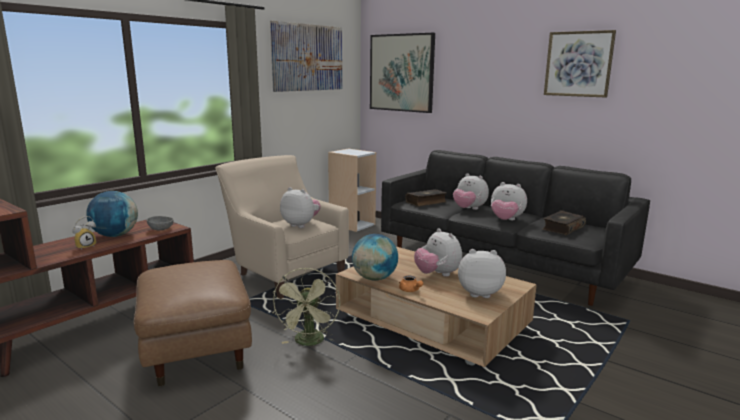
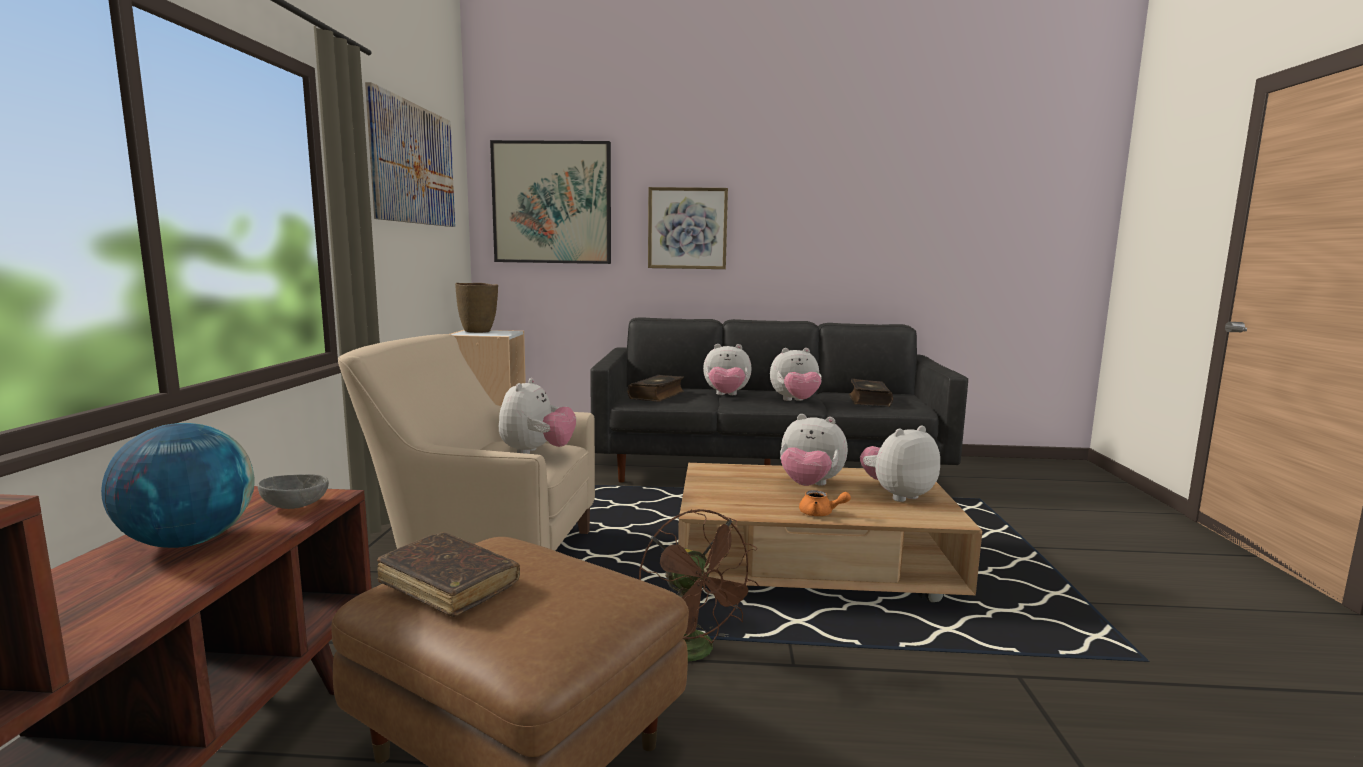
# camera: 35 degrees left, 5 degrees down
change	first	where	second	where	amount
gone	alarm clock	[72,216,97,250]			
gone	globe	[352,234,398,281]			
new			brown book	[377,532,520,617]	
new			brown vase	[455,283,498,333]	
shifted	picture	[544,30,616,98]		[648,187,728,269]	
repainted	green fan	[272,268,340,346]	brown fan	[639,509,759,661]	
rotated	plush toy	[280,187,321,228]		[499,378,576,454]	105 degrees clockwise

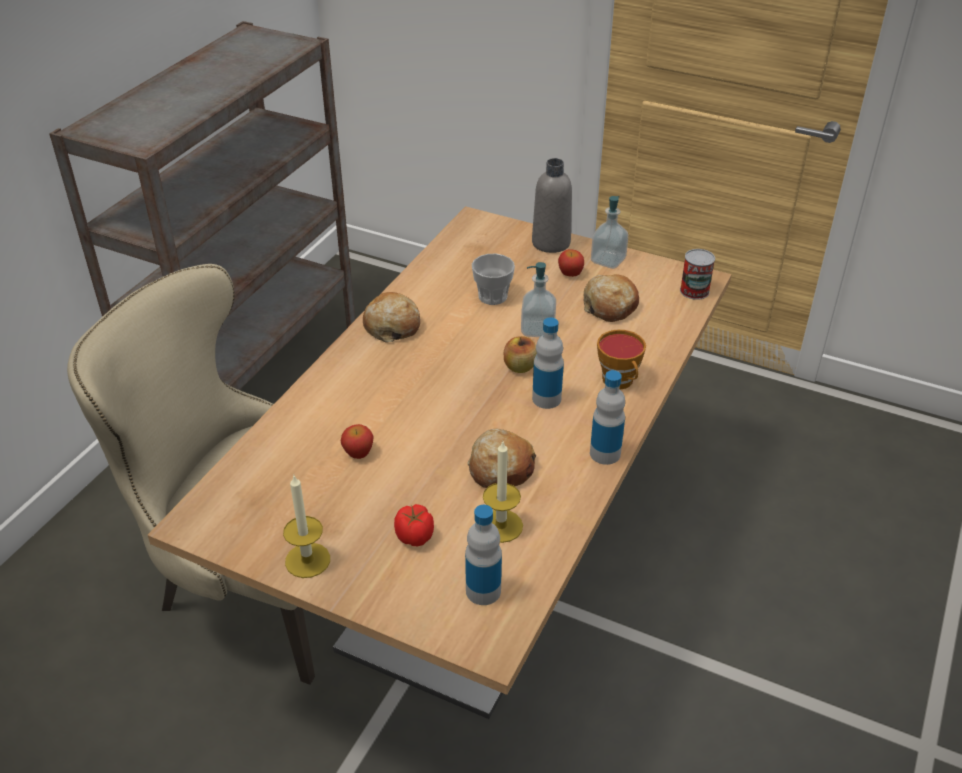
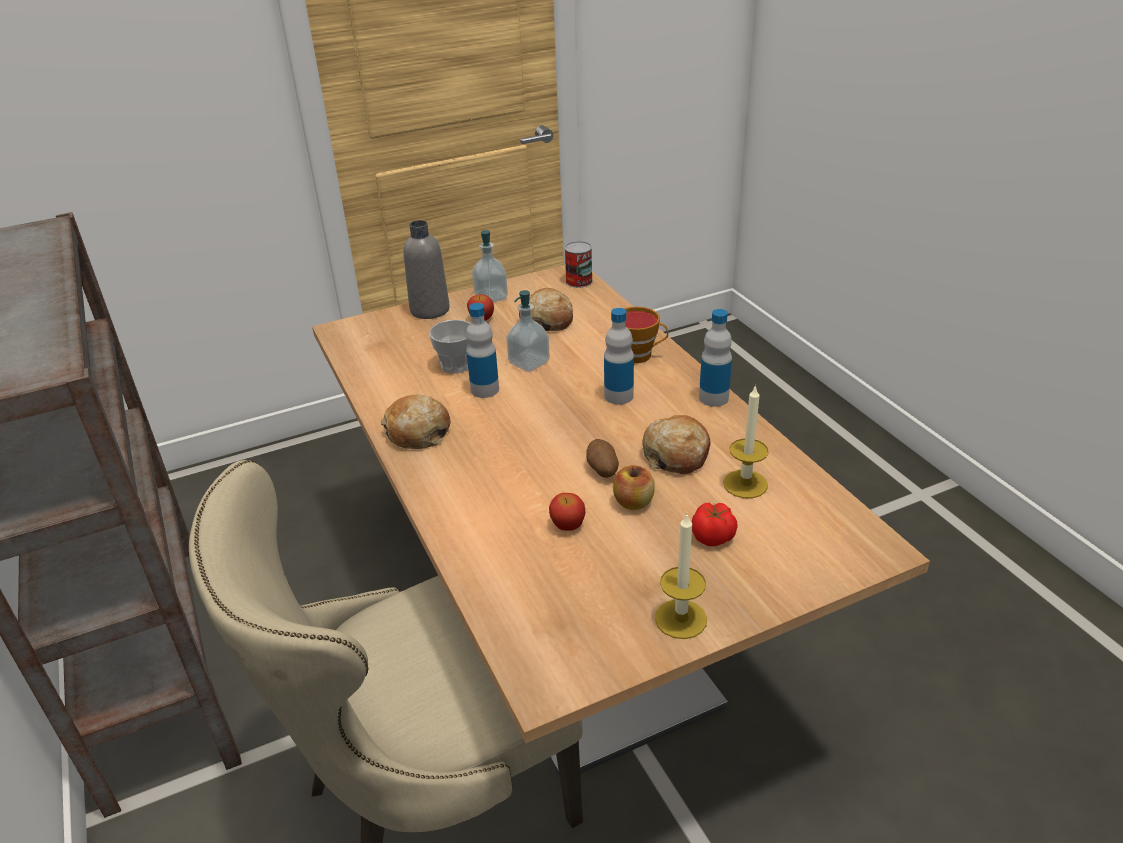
# camera: 50 degrees left, 5 degrees down
change	first	where	second	where	amount
new			potato	[586,439,619,478]	
shifted	bottle	[465,505,502,605]		[466,303,499,398]	
shifted	apple	[504,336,537,373]		[613,465,655,510]	

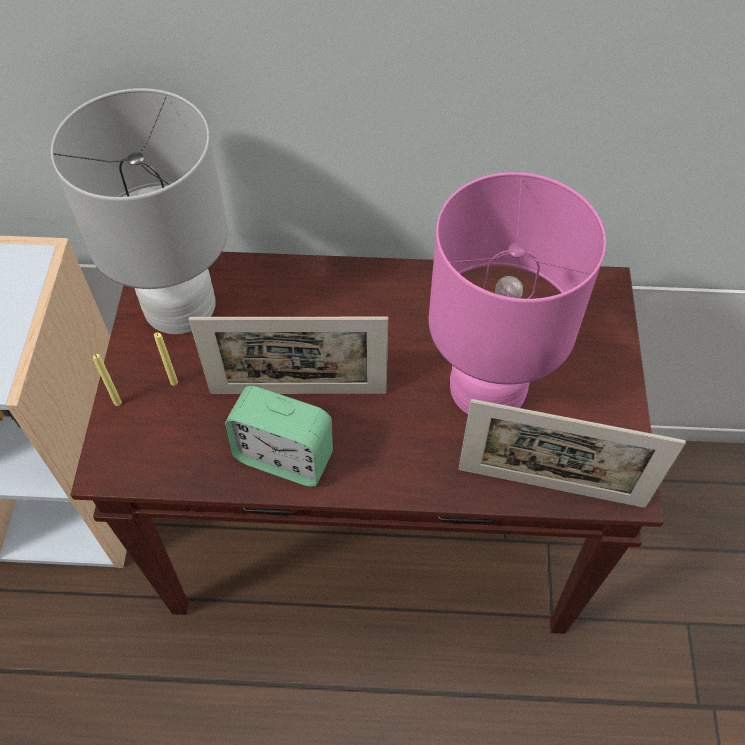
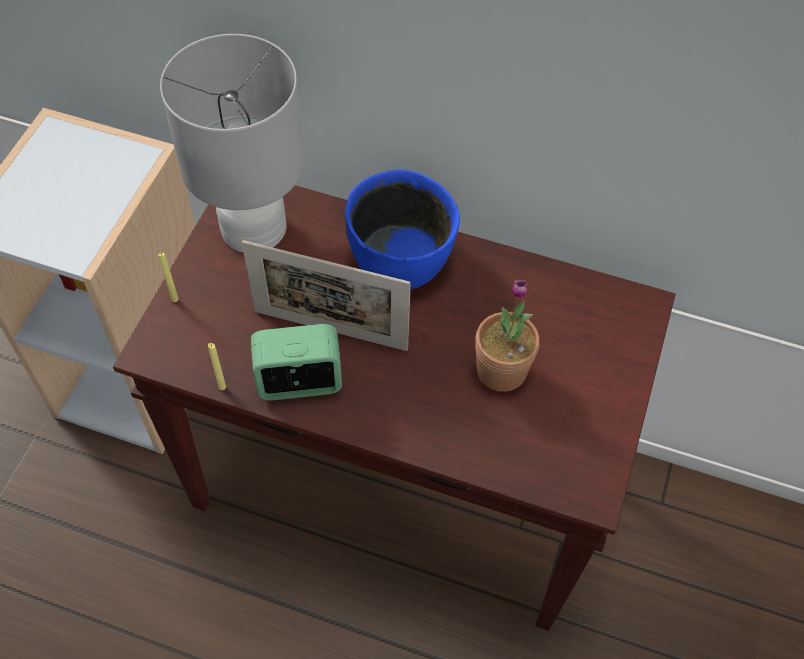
# camera: 15 degrees right, 0 degrees up
change	first	where	second	where	amount
gone	picture frame	[458,399,686,508]			
new			blue bowl	[345,169,460,289]	
shifted	yellow candle	[154,333,178,386]		[208,343,226,390]	
swapped	pink table lamp	[428,172,606,414]	potted plant	[475,280,540,392]	
rotated	alarm clock	[225,386,333,487]		[251,324,342,401]	135 degrees clockwise

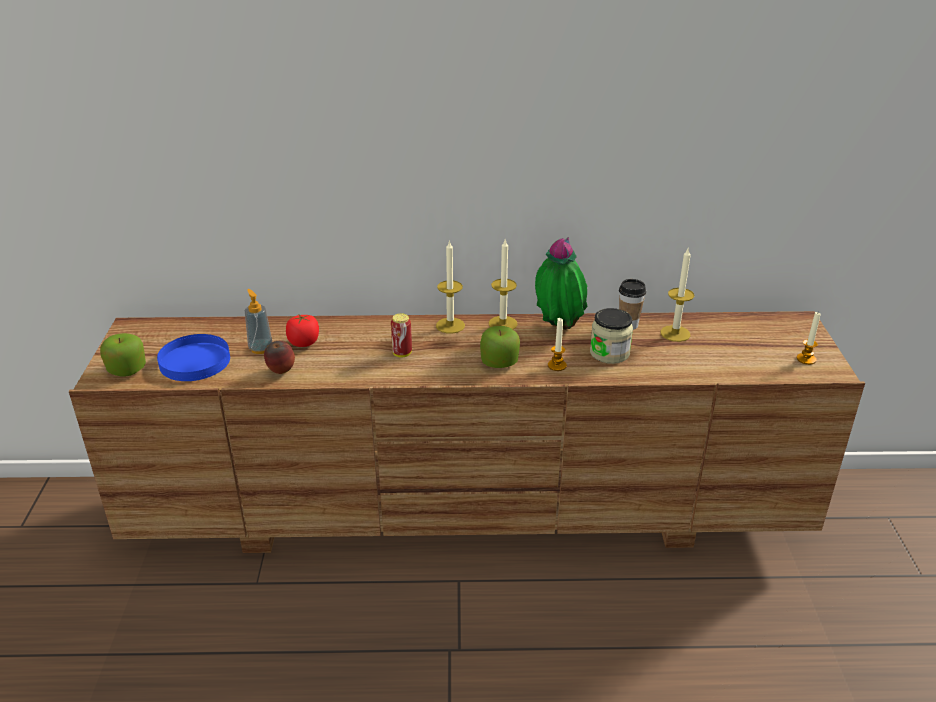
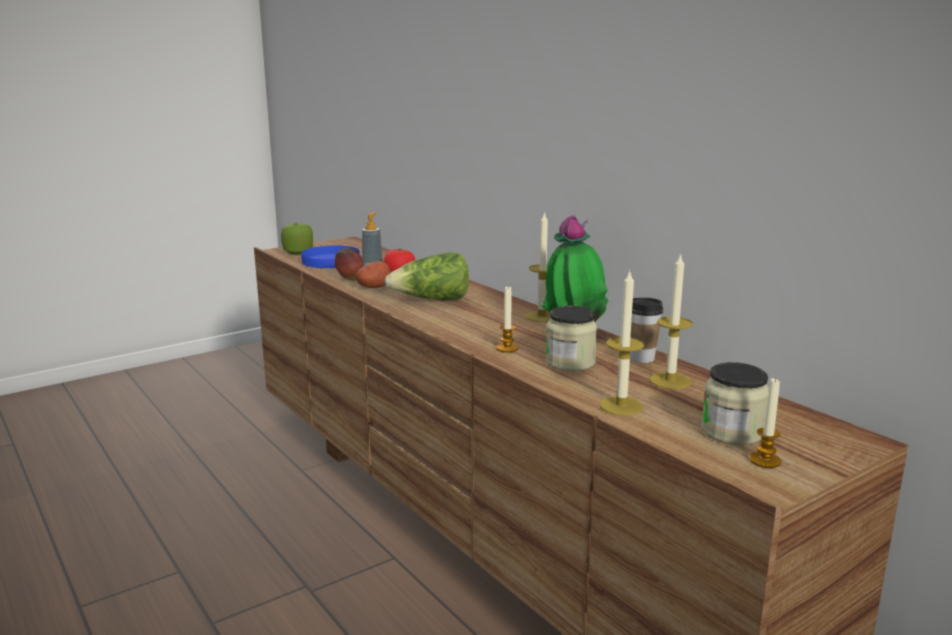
# camera: 55 degrees right, 15 degrees down
change	first	where	second	where	amount
gone	apple	[480,326,520,368]			
new			potato	[356,261,391,288]	
new			jar	[701,362,769,445]	
shifted	candle	[436,240,465,334]		[600,270,644,415]	
swapped	can	[391,313,412,358]	lettuce	[385,252,469,300]	

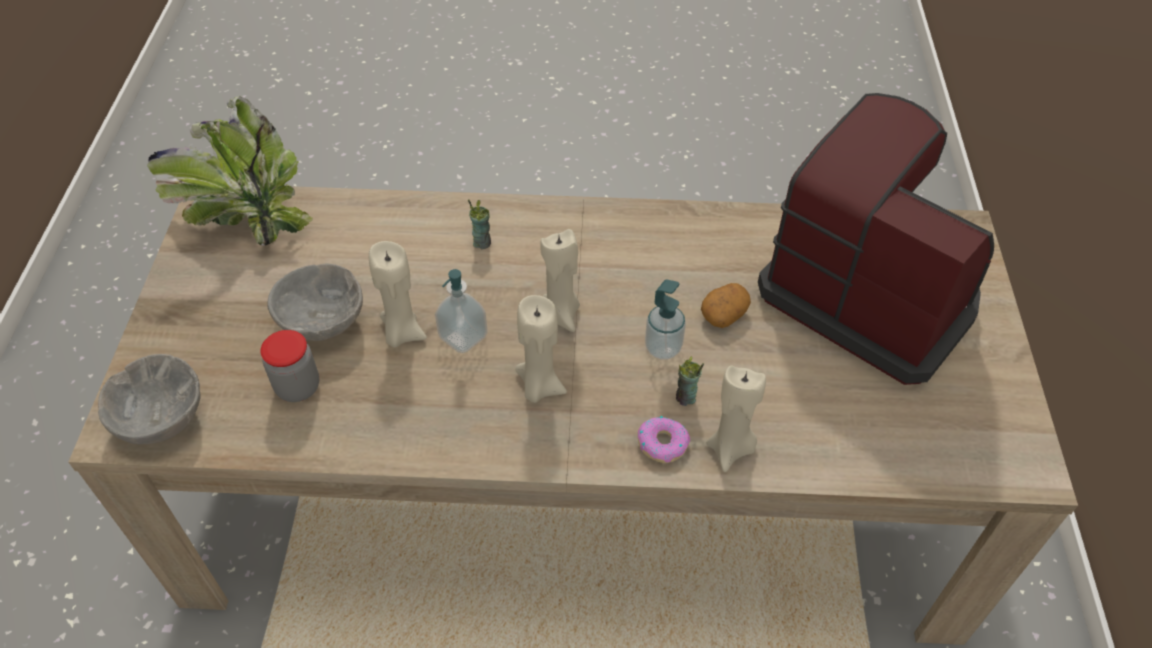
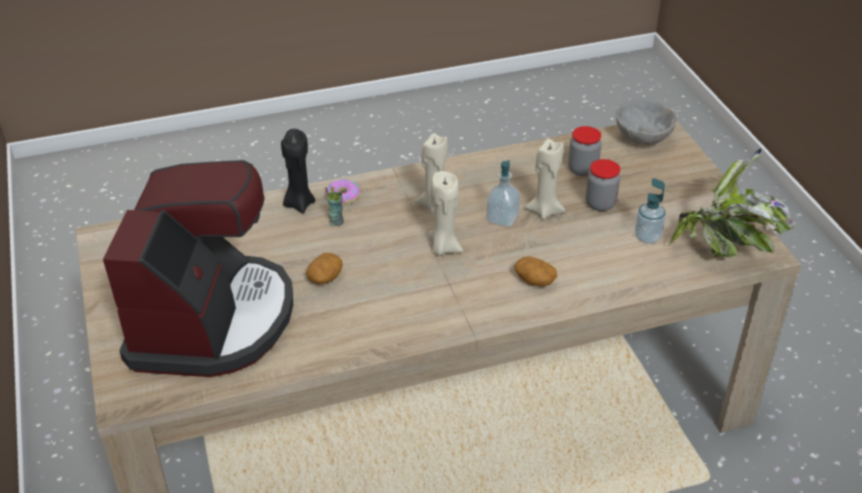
# camera: 160 degrees right, 10 degrees down
change	first	where	second	where	amount
shifted	soap dispenser	[645,280,686,360]		[635,178,666,244]	
swapped	grey bowl	[267,264,363,341]	jar	[586,159,620,211]	
swapped	cup	[468,199,491,249]	potato	[514,256,557,287]	
repainted	beige candle	[707,365,766,472]	black candle	[281,129,315,213]	
rotated	coffee machine	[758,93,994,385]		[103,160,293,377]	105 degrees counterclockwise

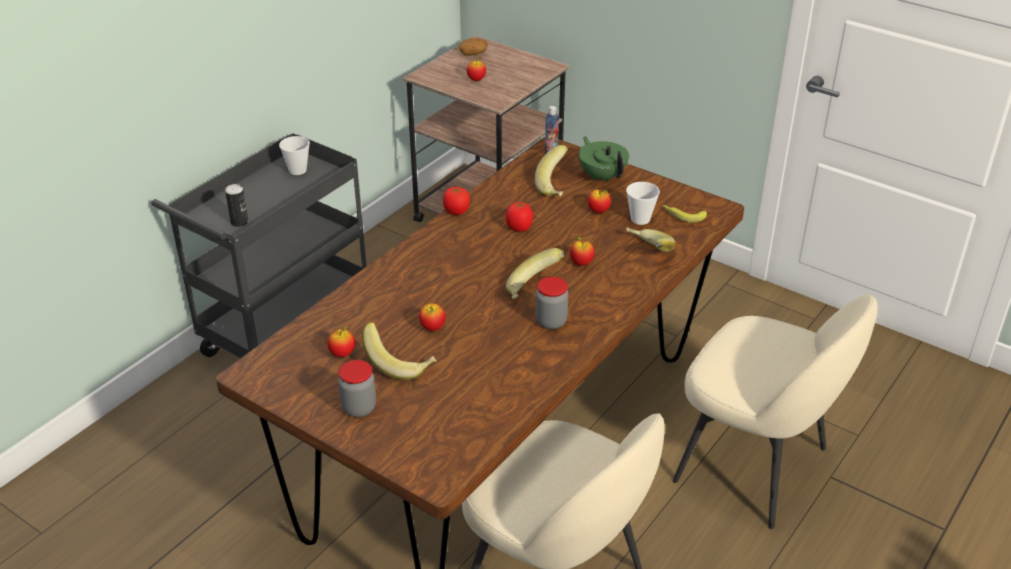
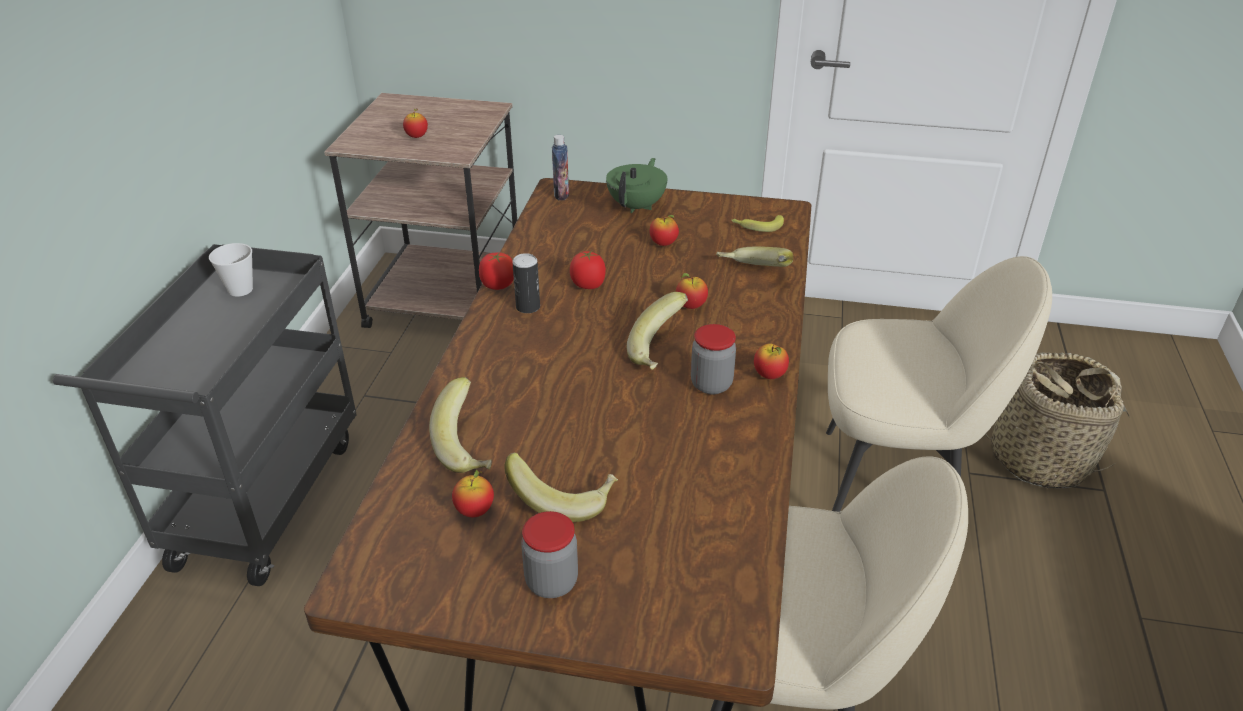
# camera: 25 degrees left, 0 degrees up
change	first	where	second	where	amount
gone	potato	[459,38,488,56]			
gone	cup	[626,182,660,225]			
new			basket	[985,352,1130,489]	
shifted	can	[225,184,248,227]		[512,253,540,313]	
shifted	apple	[419,303,446,331]		[754,343,789,379]	
shifted	banana	[535,145,568,196]		[429,377,492,473]	
rotated	green teapot	[579,136,629,182]		[606,158,667,213]	75 degrees clockwise

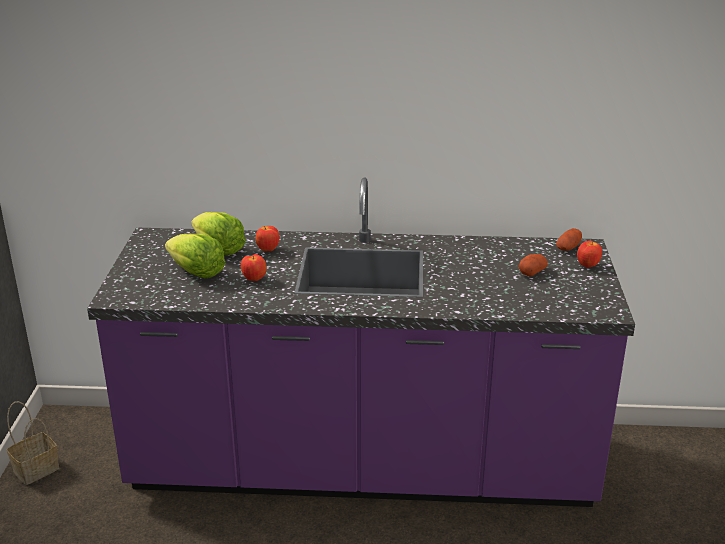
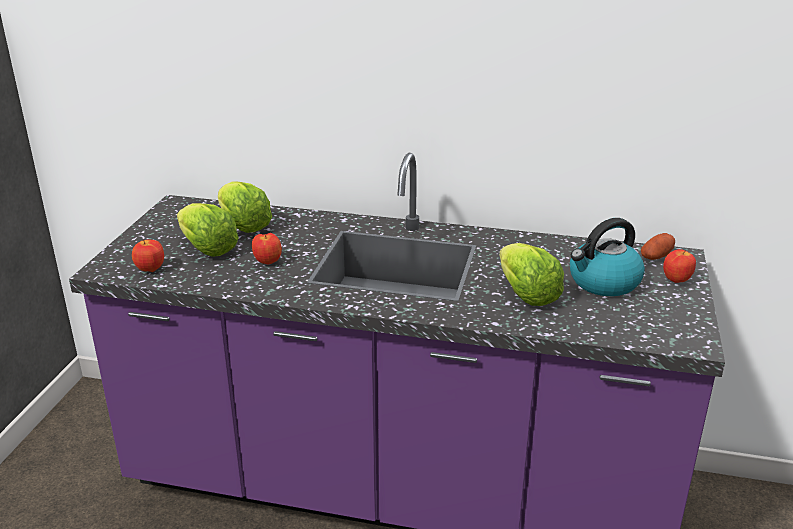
# camera: 10 degrees right, 0 degrees up
change	first	where	second	where	amount
gone	basket	[7,401,59,485]			
new			lettuce	[500,243,564,306]	
shifted	apple	[255,226,280,251]		[132,239,164,272]	
swapped	potato	[519,254,548,277]	kettle	[570,218,645,296]	

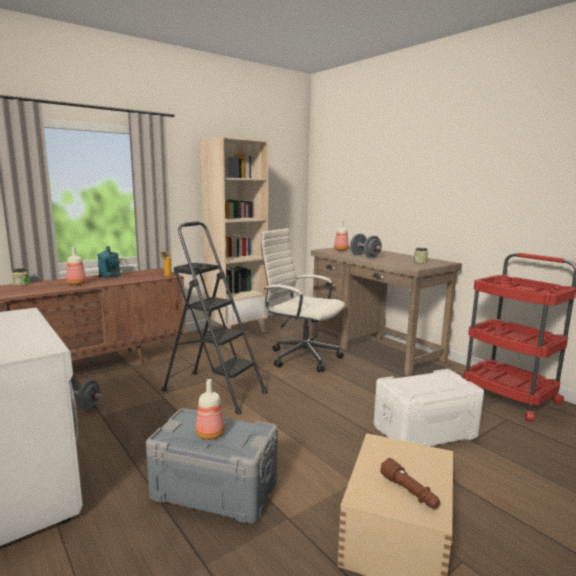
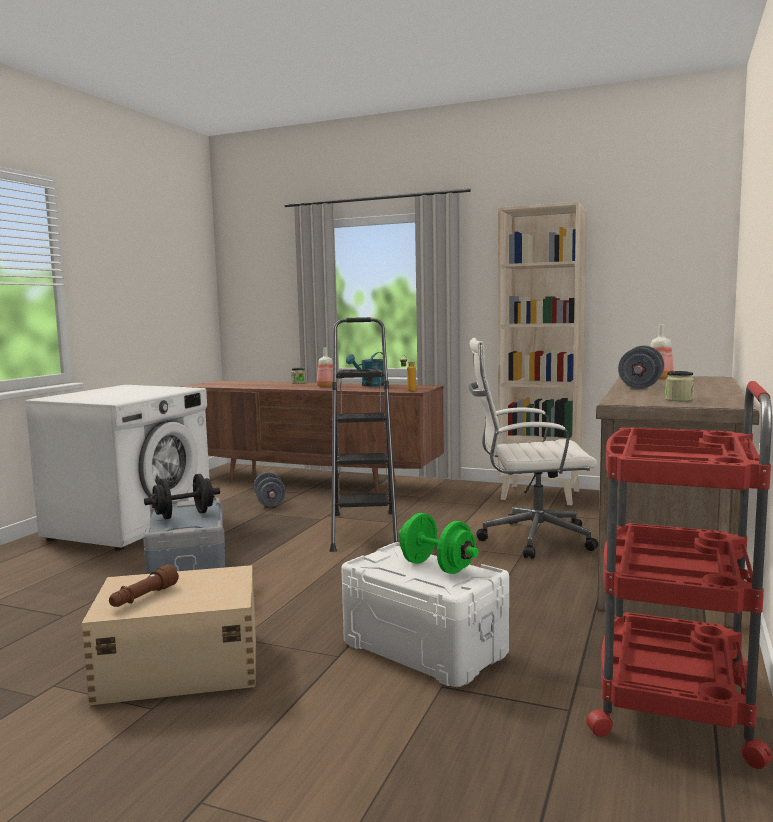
# camera: 60 degrees right, 5 degrees down
change	first	where	second	where	amount
new			green dumbbell	[398,513,479,574]	
swapped	bottle	[196,379,225,440]	black dumbbell	[144,474,220,519]	
rotated	white office chair	[260,228,345,372]		[469,338,599,559]	90 degrees counterclockwise

